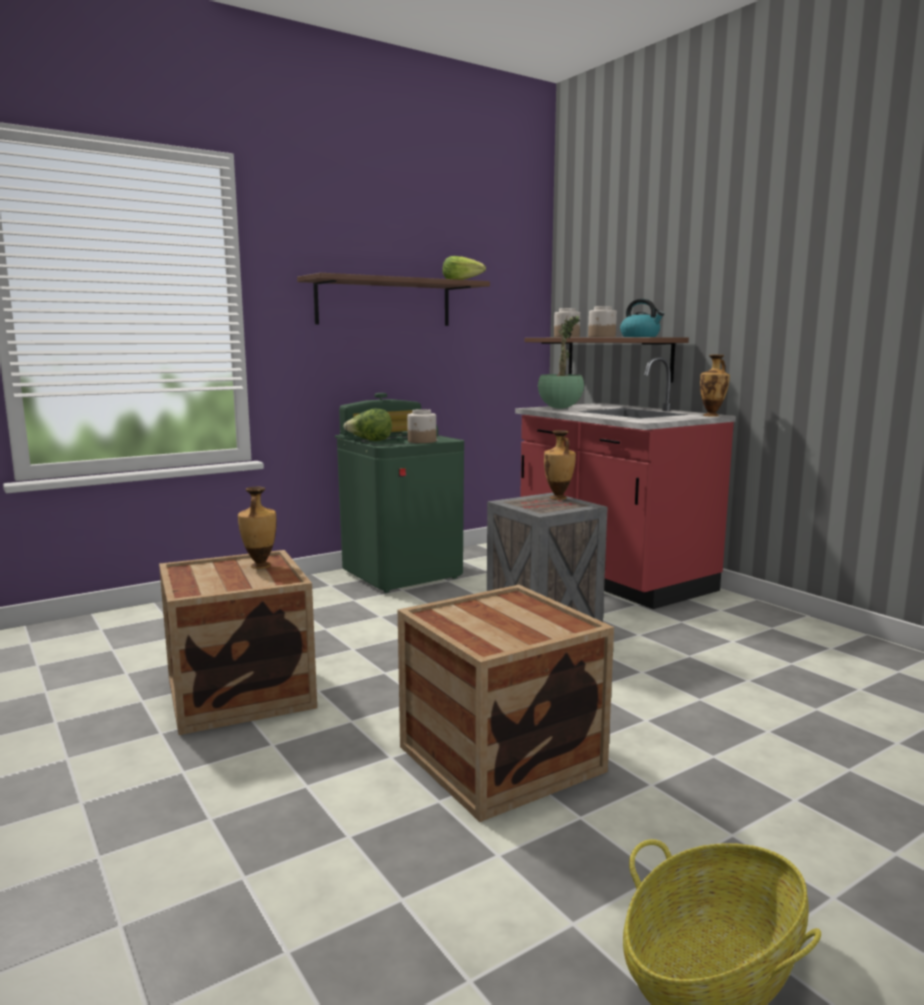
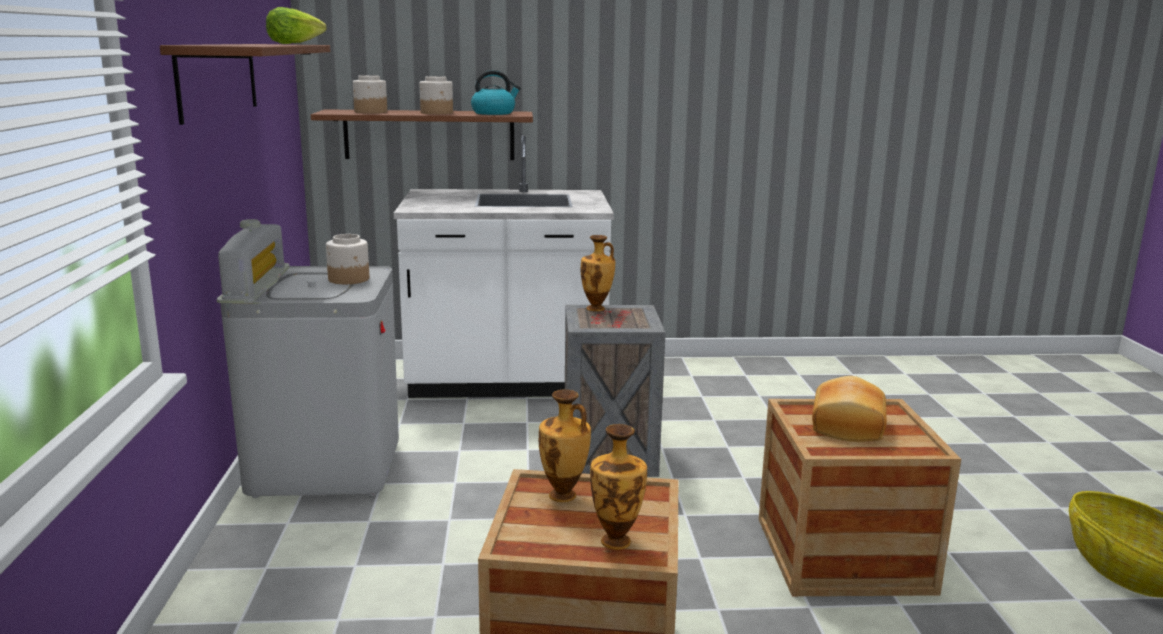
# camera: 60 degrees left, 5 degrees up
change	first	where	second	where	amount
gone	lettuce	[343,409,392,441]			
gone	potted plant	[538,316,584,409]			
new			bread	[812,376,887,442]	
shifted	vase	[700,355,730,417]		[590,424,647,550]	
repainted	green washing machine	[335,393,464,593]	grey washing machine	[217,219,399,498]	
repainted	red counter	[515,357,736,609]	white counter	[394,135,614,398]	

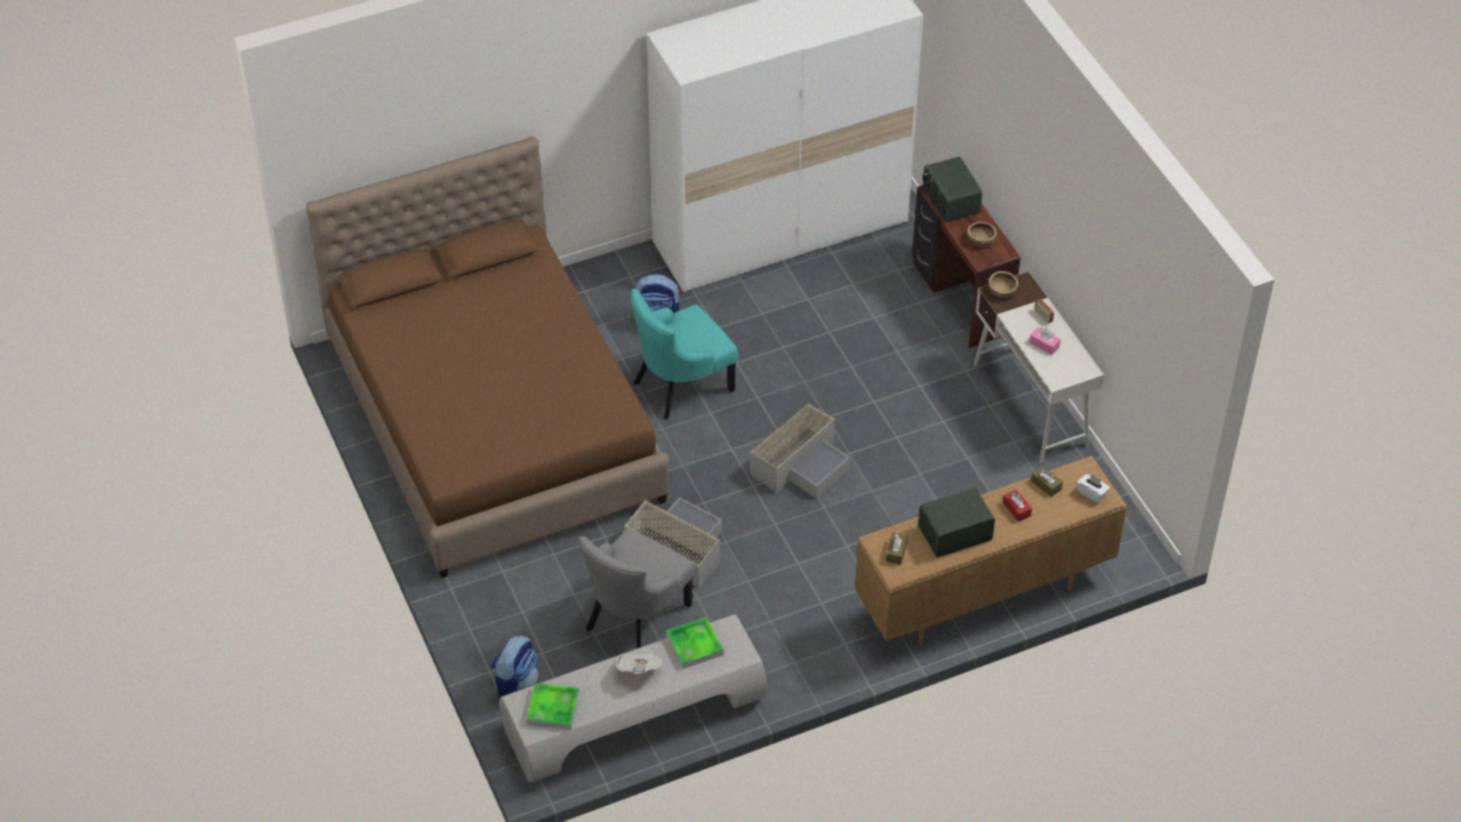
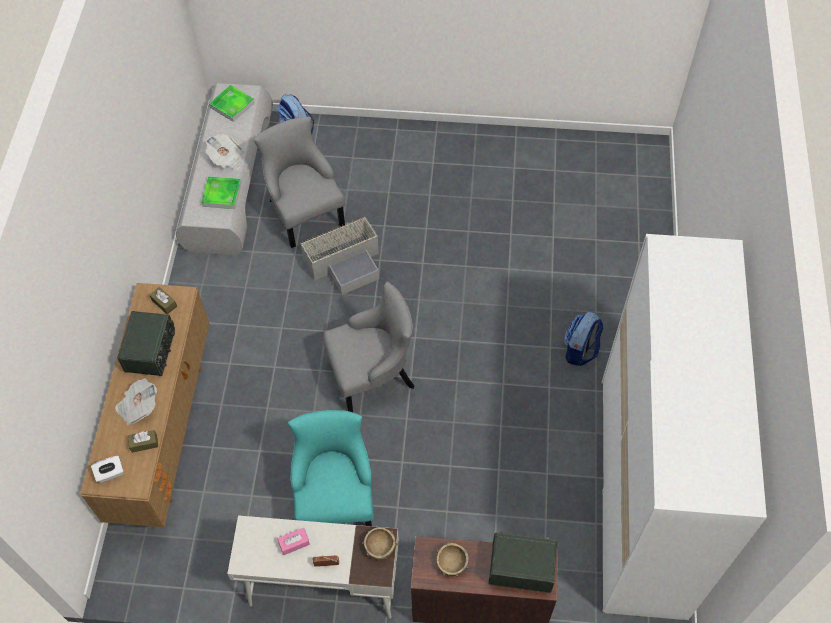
# camera: 120 degrees right, 10 degrees up
change	first	where	second	where	amount
gone	brown bed	[306,137,669,578]			
shifted	turquoise chair	[631,289,739,420]		[288,410,374,526]	
swapped	grey storage box	[750,402,850,499]	grey chair	[323,281,414,412]	
swapped	red tissue box	[1003,490,1032,522]	newspaper	[115,378,157,425]	

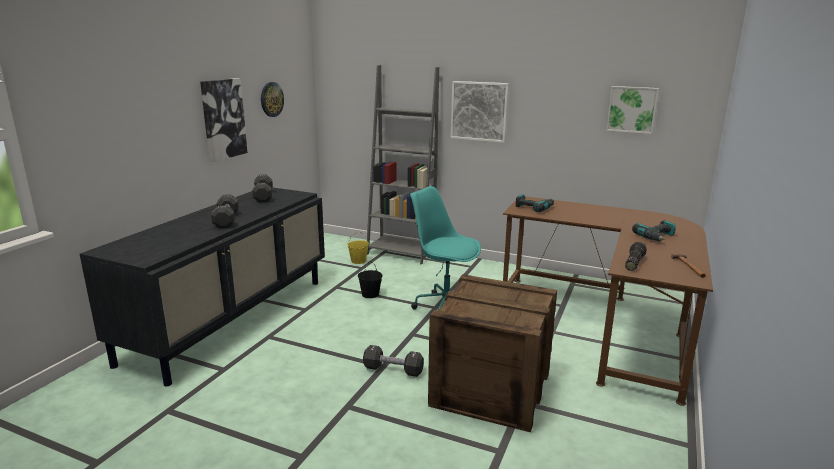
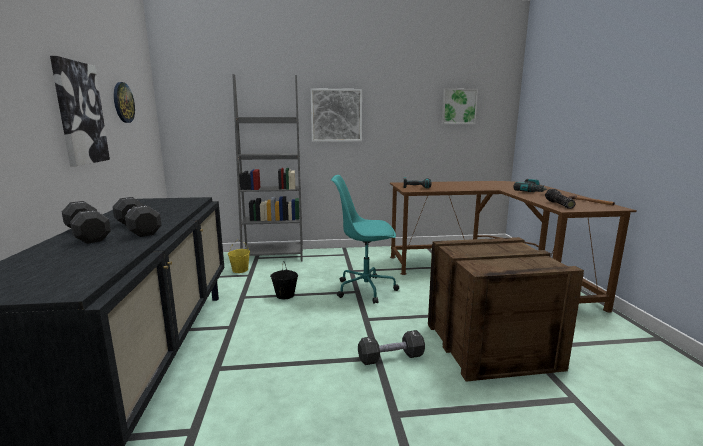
# camera: 30 degrees left, 5 degrees down
change	first	where	second	where	amount
shifted	black dumbbell	[252,174,273,203]		[62,201,111,244]	

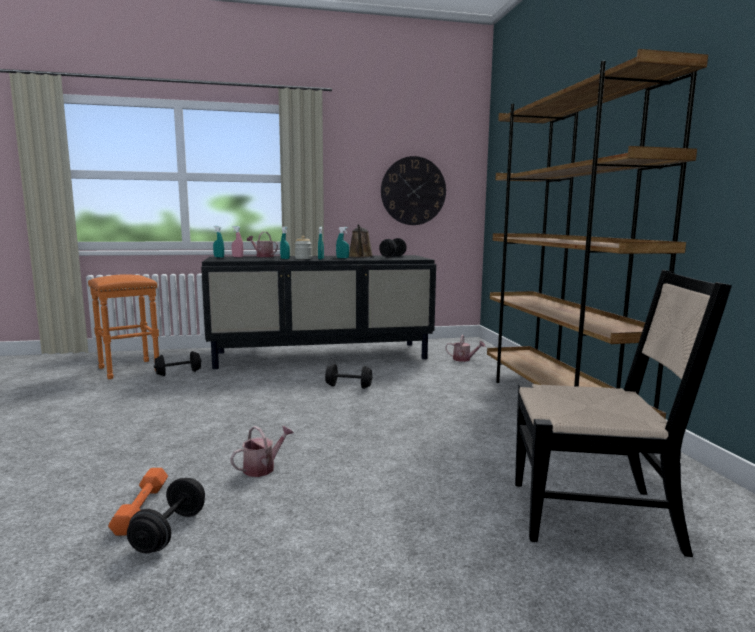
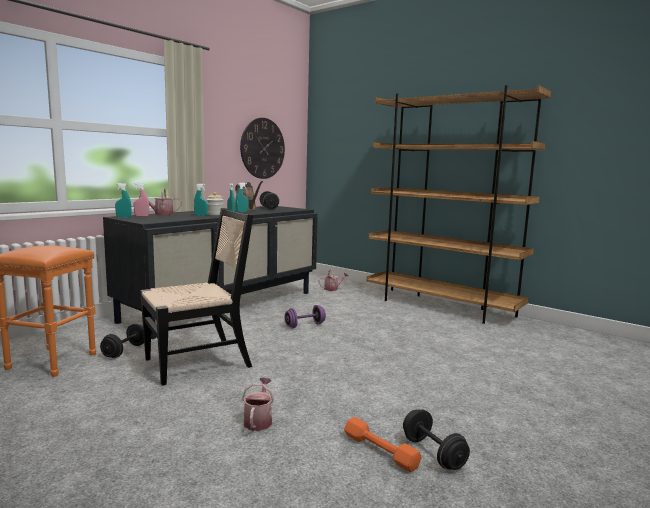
# camera: 40 degrees left, 0 degrees up
change	first	where	second	where	amount
shifted	watering can	[230,426,294,477]		[242,378,274,431]	
shifted	chair	[515,270,732,557]		[140,208,253,386]	
repainted	black dumbbell	[325,364,373,389]	purple dumbbell	[285,305,326,328]	

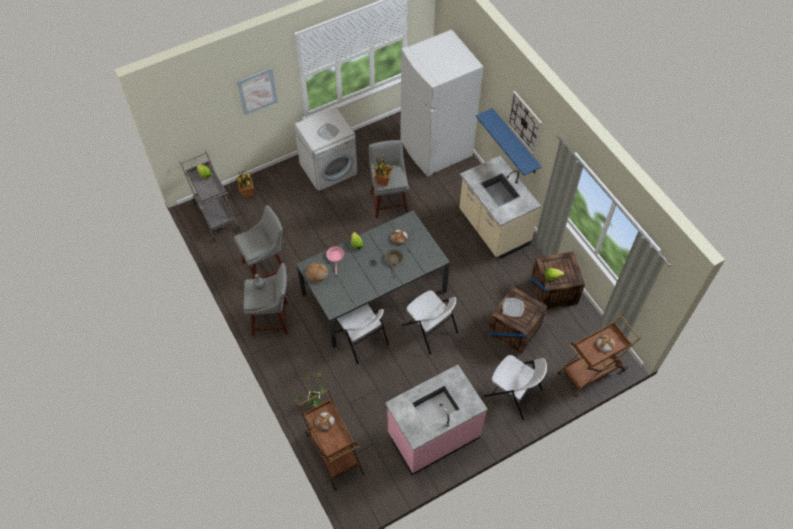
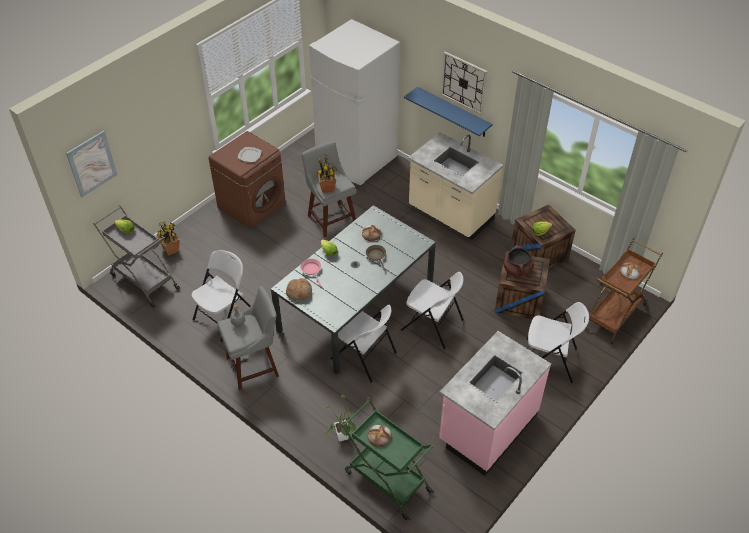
# camera: 20 degrees left, 10 degrees down
change	first	where	second	where	amount
shifted	picture	[237,68,278,115]		[66,131,117,197]	
swapped	grey stool	[234,205,287,279]	white chair	[192,250,251,342]	
swapped	plate	[502,298,524,317]	brown cooking pot	[503,245,534,278]	
repainted	white washing machine	[294,107,357,191]	brown washing machine	[208,131,286,228]	
repainted	brown cart	[297,388,365,491]	green cart	[341,397,435,520]	

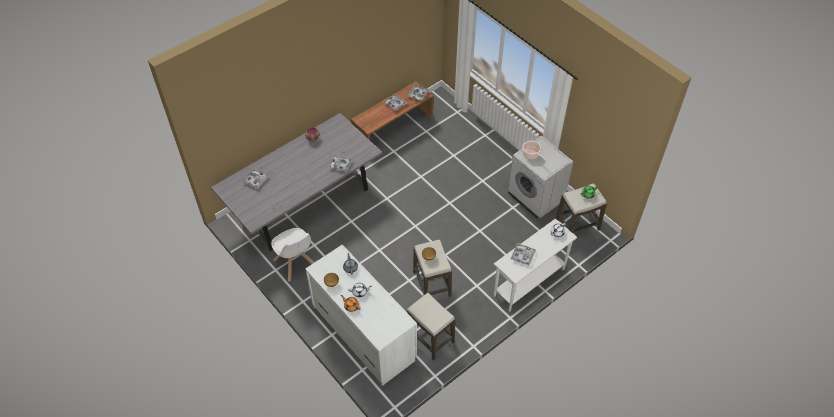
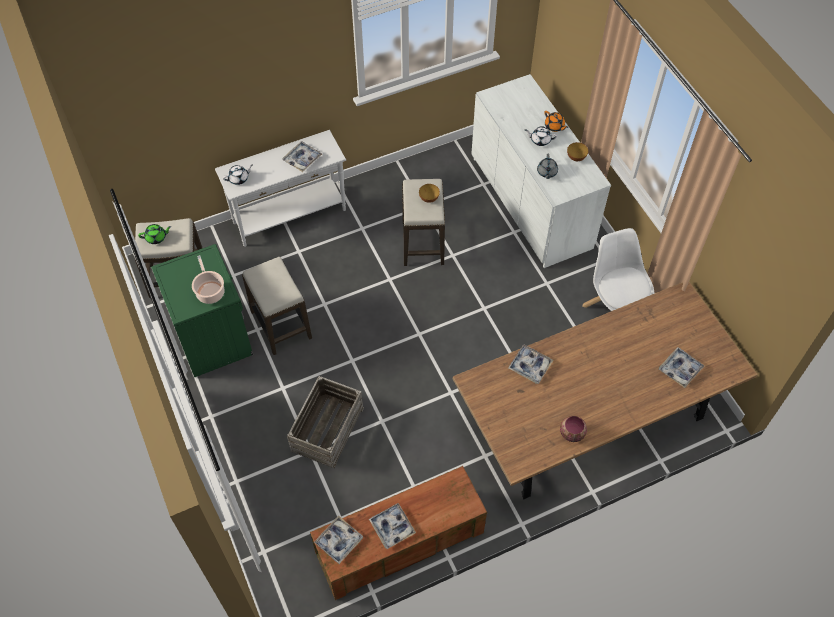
# camera: 165 degrees left, 5 degrees up
change	first	where	second	where	amount
new			crate	[287,376,364,469]	
shifted	stool	[406,293,455,361]		[242,257,312,355]	
repainted	grey dining table	[211,113,382,251]	brown dining table	[453,282,758,499]	
repainted	white washing machine	[508,136,573,219]	green washing machine	[151,244,253,377]	

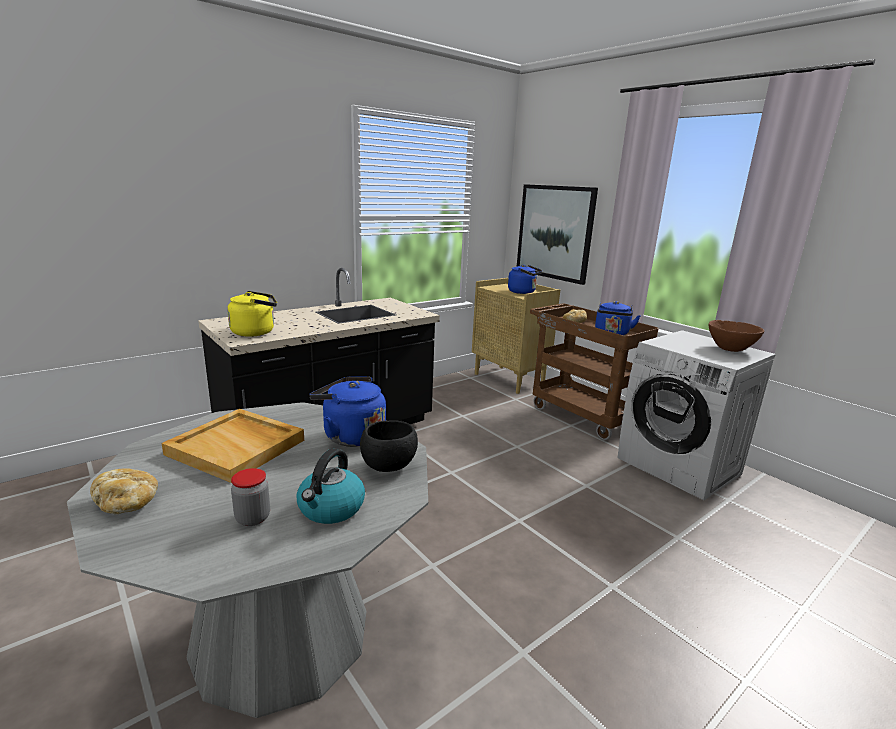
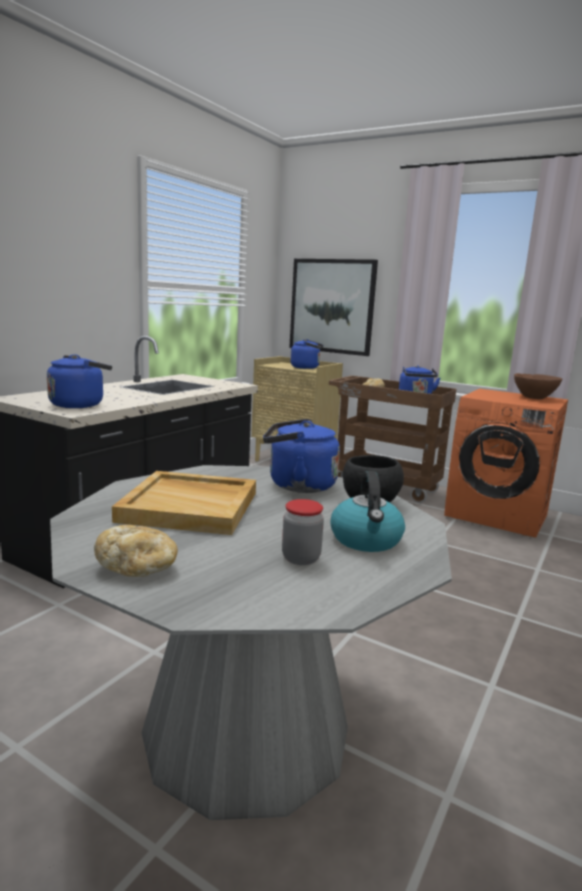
# camera: 20 degrees left, 5 degrees down
change	first	where	second	where	amount
repainted	yellow kettle	[227,291,277,337]	blue kettle	[47,354,112,408]	
repainted	white washing machine	[618,330,776,500]	orange washing machine	[444,389,568,538]	

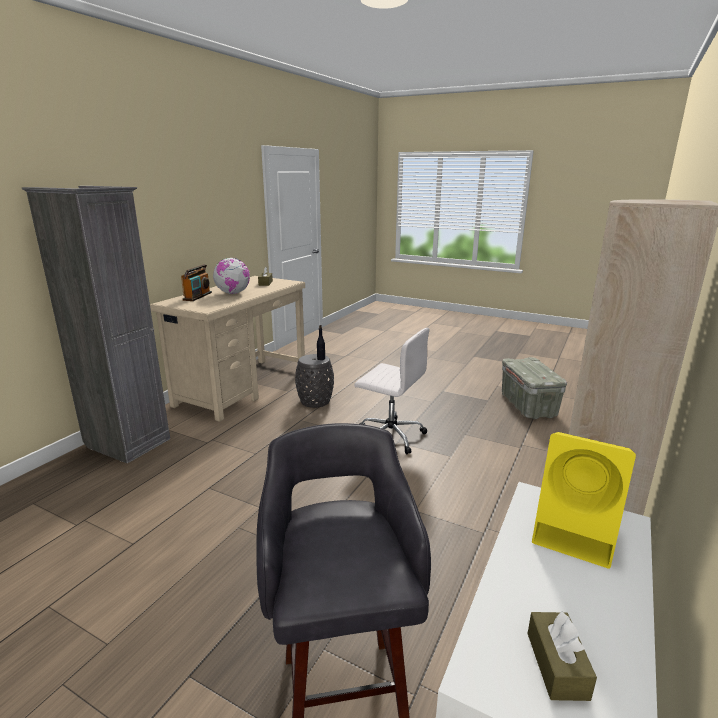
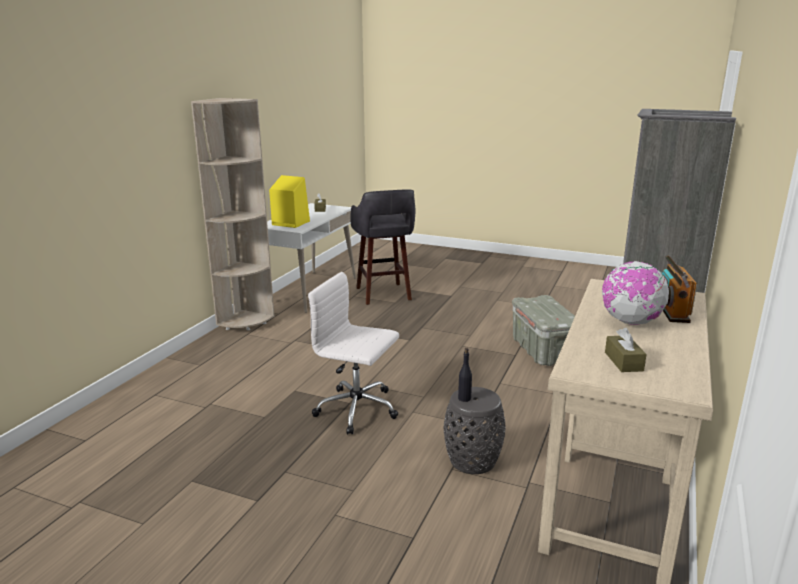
# camera: 175 degrees right, 0 degrees up
change	first	where	second	where	amount
shifted	grey storage box	[502,357,567,419]		[512,295,575,366]	

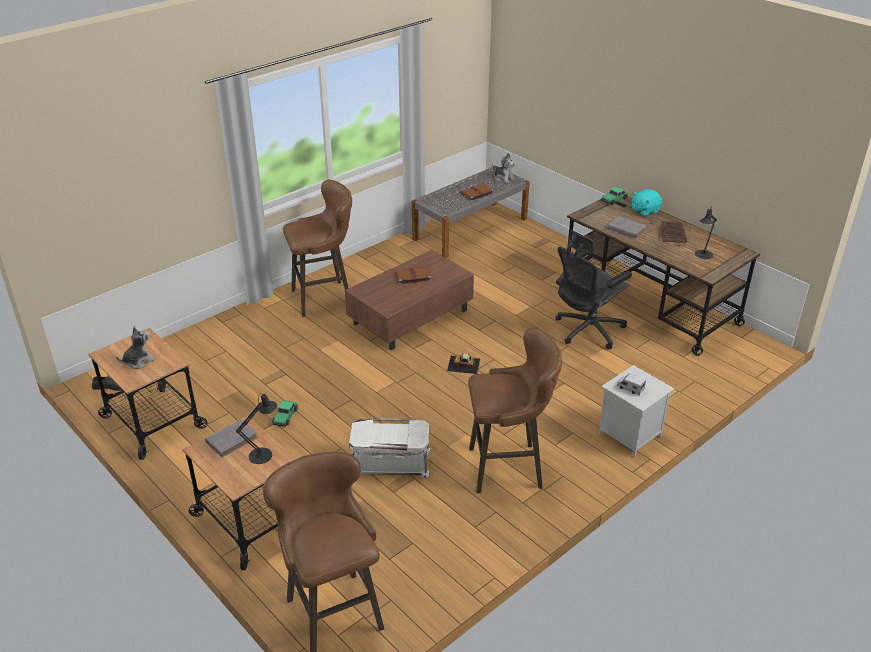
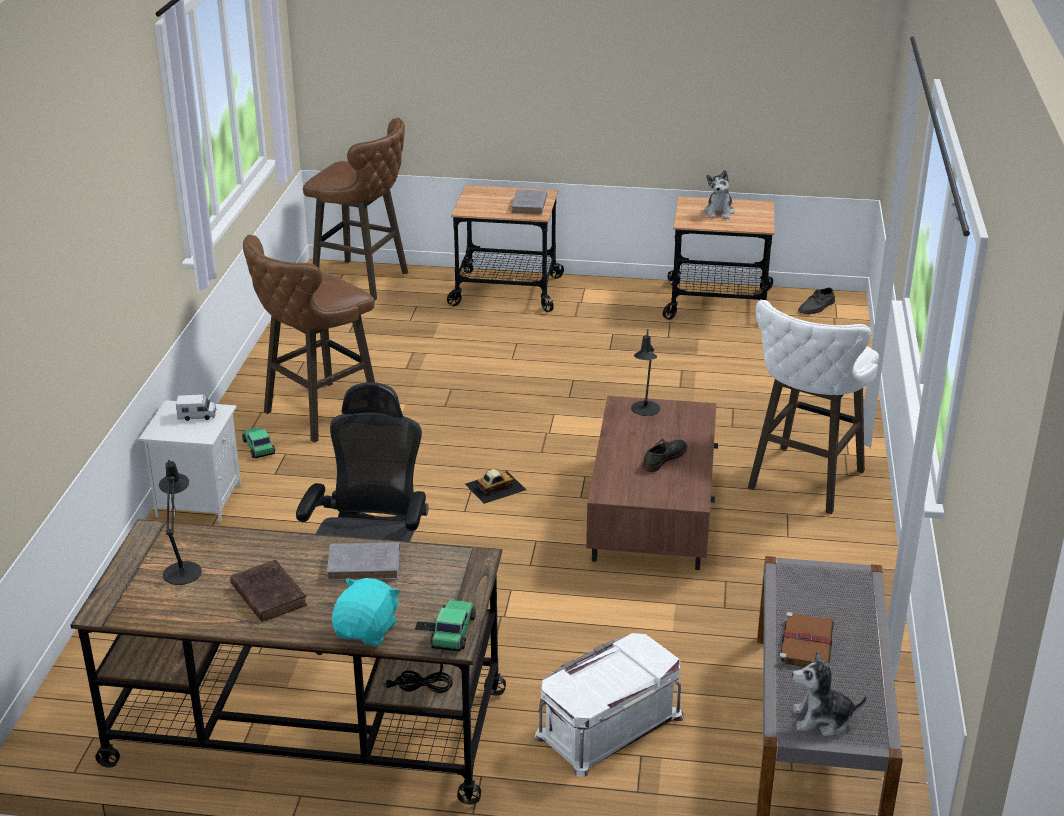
# camera: 140 degrees right, 5 degrees down
change	first	where	second	where	amount
shifted	black table lamp	[236,393,277,464]		[631,329,660,416]	
shifted	toy car	[272,400,298,427]		[242,427,275,458]	
shifted	white storage box	[349,418,431,478]		[535,633,683,777]	
swapped	brown book	[395,267,431,284]	grey shoe	[643,438,687,472]	
repainted	brown stool	[283,180,352,317]	white stool	[748,300,879,514]	

